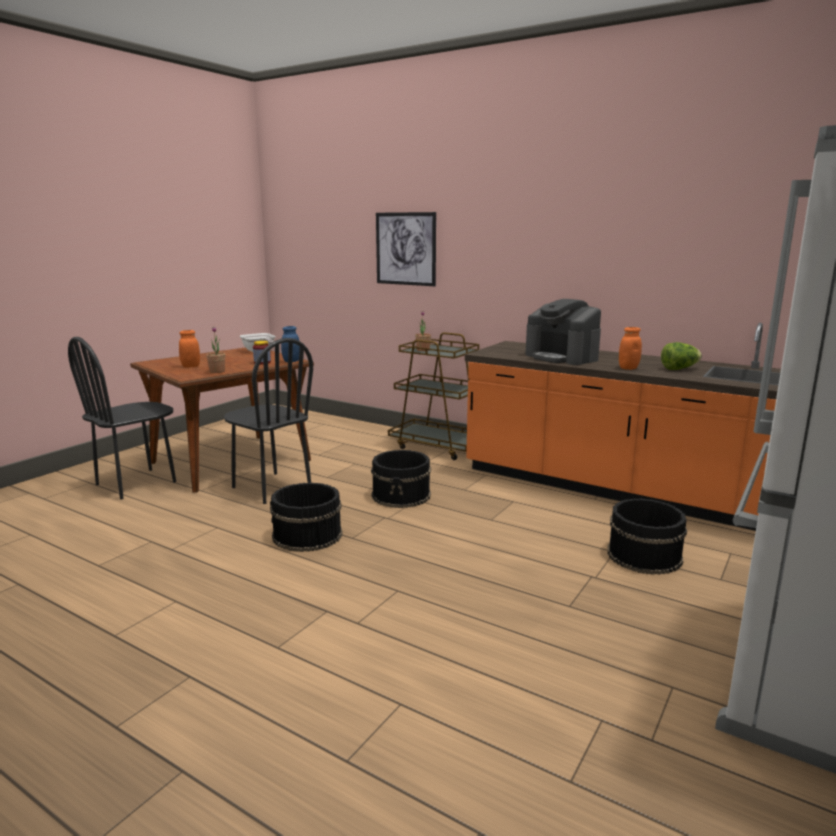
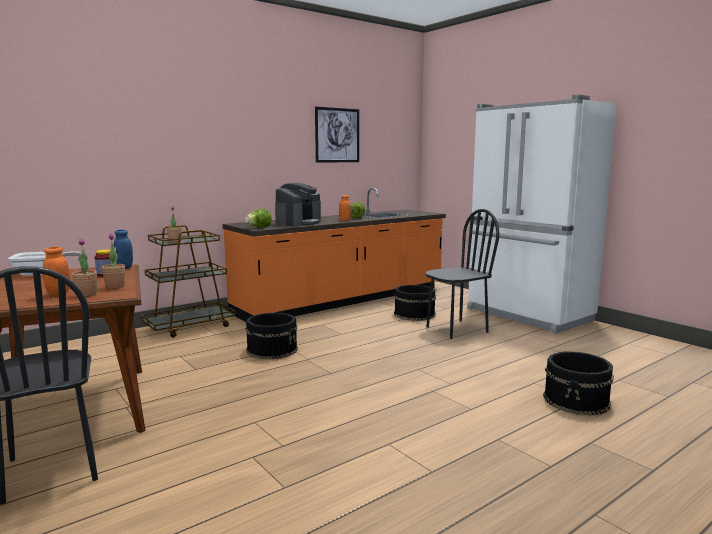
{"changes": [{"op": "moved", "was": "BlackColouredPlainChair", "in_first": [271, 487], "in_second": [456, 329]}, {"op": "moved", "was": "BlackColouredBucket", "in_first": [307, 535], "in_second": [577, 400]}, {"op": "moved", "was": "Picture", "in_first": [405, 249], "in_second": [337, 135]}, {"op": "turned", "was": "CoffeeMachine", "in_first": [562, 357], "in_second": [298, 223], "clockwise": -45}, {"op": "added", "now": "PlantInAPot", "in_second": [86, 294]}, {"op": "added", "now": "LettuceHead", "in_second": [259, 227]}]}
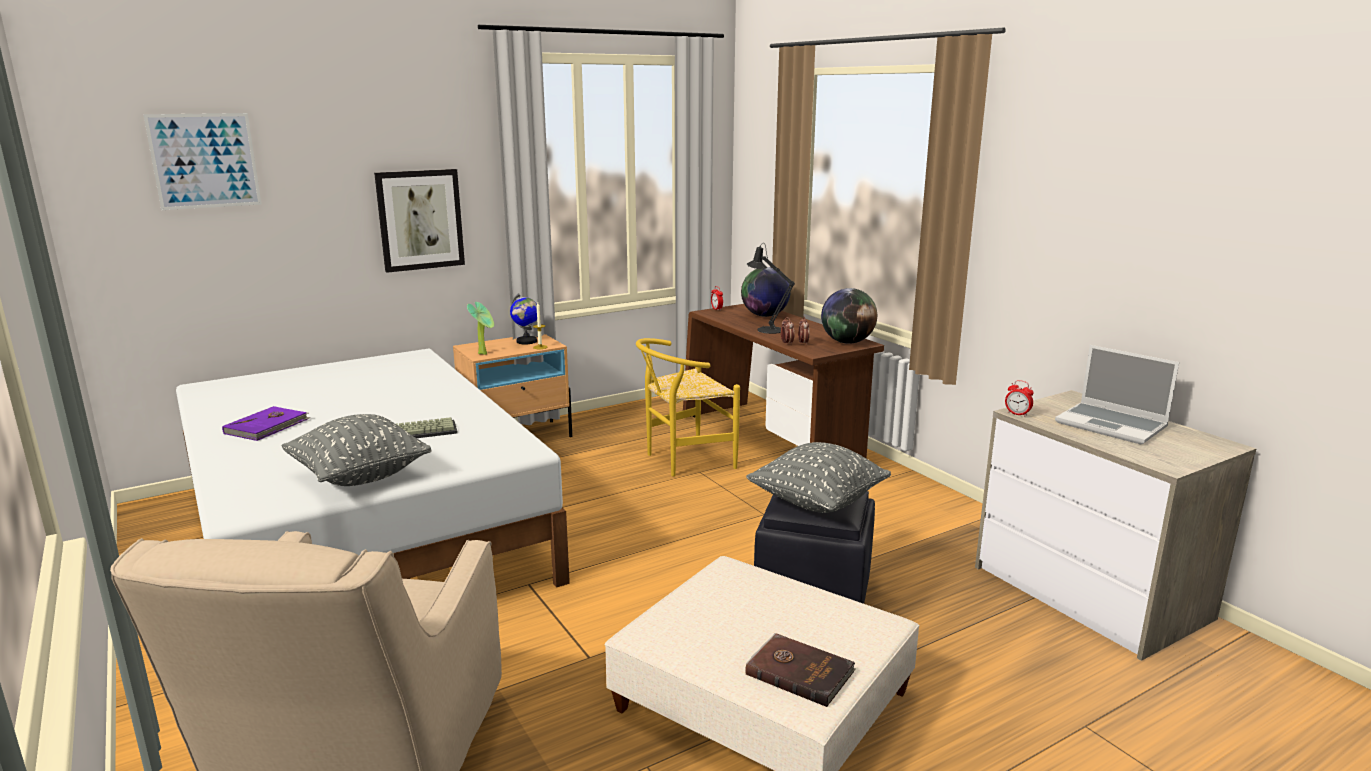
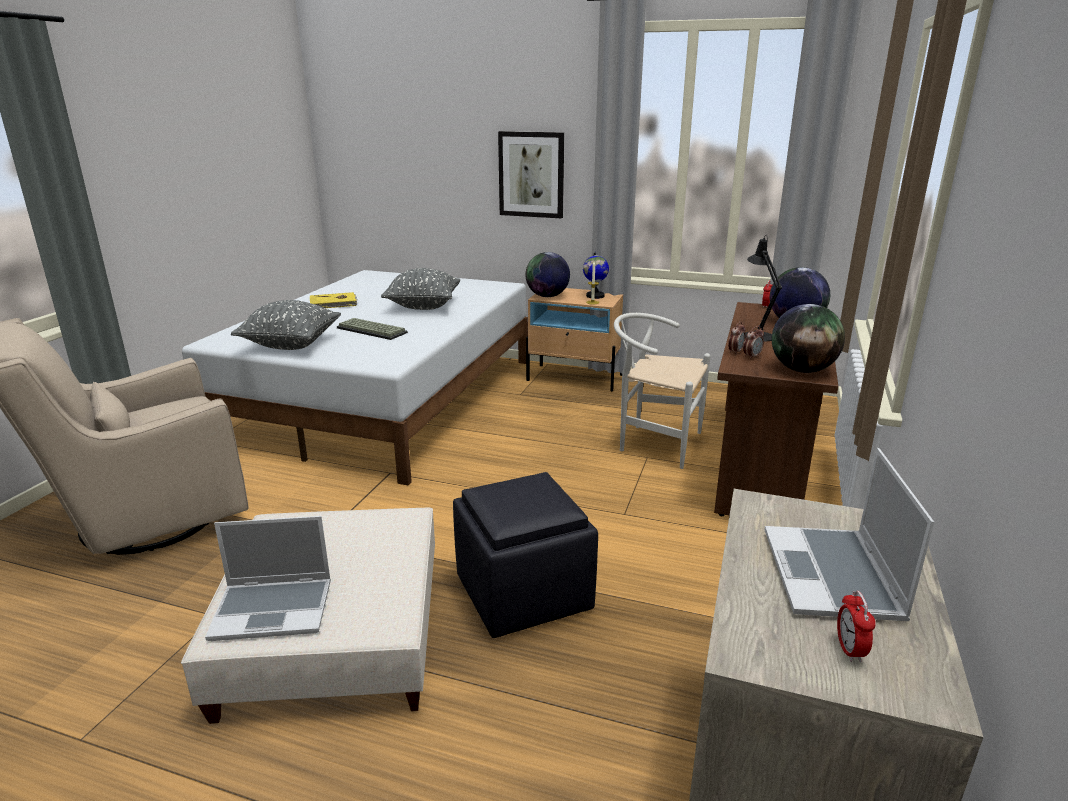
{"changes": [{"op": "removed", "was": "Picture", "in_first": [204, 161]}, {"op": "recoloured", "was": "PurpleColouredBoundBook", "now": "YellowishBoundBook", "in_first": [268, 426], "in_second": [333, 303]}, {"op": "replaced", "was": "PlantInAPot", "now": "DeskGlobe", "in_first": [484, 353], "in_second": [547, 296]}, {"op": "recoloured", "was": "YellowishPlainChair", "now": "WhiteColouredPlainChair", "in_first": [683, 460], "in_second": [653, 442]}, {"op": "moved", "was": "GreyishCushion", "in_first": [817, 502], "in_second": [423, 306]}, {"op": "replaced", "was": "BrownBoundBook", "now": "PortableComputer", "in_first": [799, 671], "in_second": [274, 609]}, {"op": "moved", "was": "BedsideClock", "in_first": [1017, 414], "in_second": [849, 650]}]}
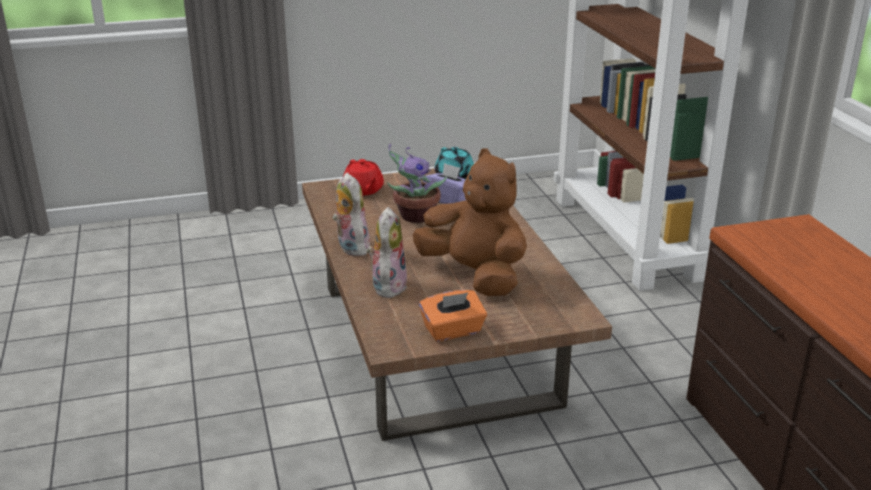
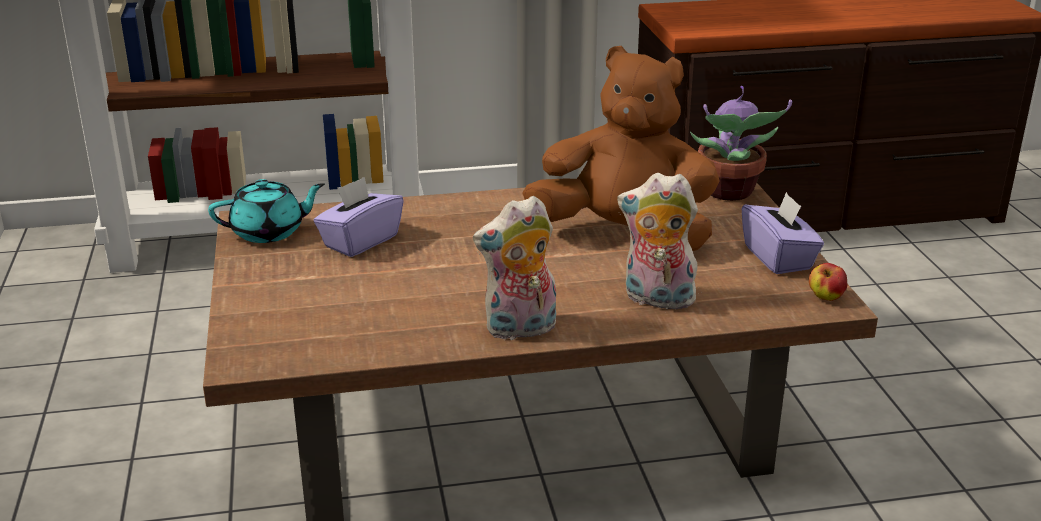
{"changes": [{"op": "removed", "was": "RedColouredTeaPot", "in_first": [363, 190]}, {"op": "moved", "was": "PlantInAPot", "in_first": [414, 216], "in_second": [729, 192]}, {"op": "turned", "was": "BrownSoftToy", "in_first": [474, 275], "in_second": [624, 236], "clockwise": 60}, {"op": "recoloured", "was": "OrangeyTissueBox", "now": "PurpleColouredTissueBox", "in_first": [453, 331], "in_second": [778, 258]}, {"op": "added", "now": "Apple", "in_second": [825, 298]}]}
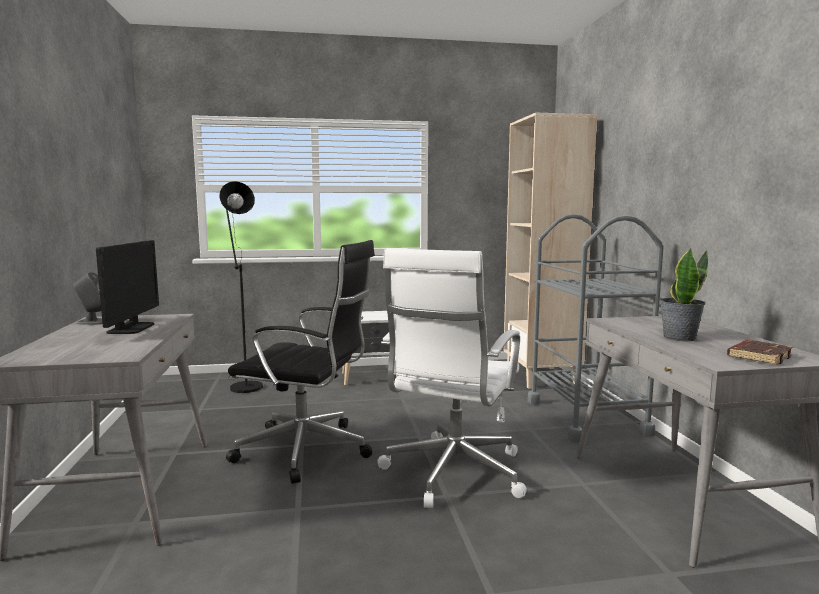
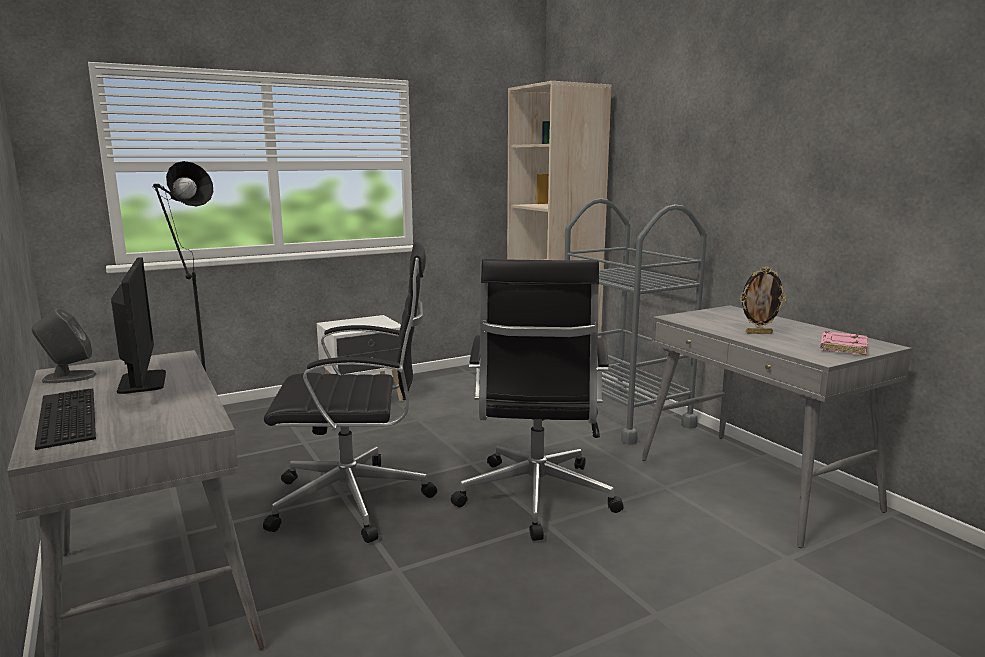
{"changes": [{"op": "recoloured", "was": "WhiteColouredOfficeChair", "now": "BlackColouredOfficeChair", "in_first": [452, 474], "in_second": [535, 499]}, {"op": "replaced", "was": "PlantInAPot", "now": "PictureFrame", "in_first": [679, 338], "in_second": [758, 333]}, {"op": "recoloured", "was": "BrownBoundBook", "now": "PinkBoundBook", "in_first": [758, 356], "in_second": [842, 347]}, {"op": "added", "now": "Keyboard", "in_second": [64, 416]}]}
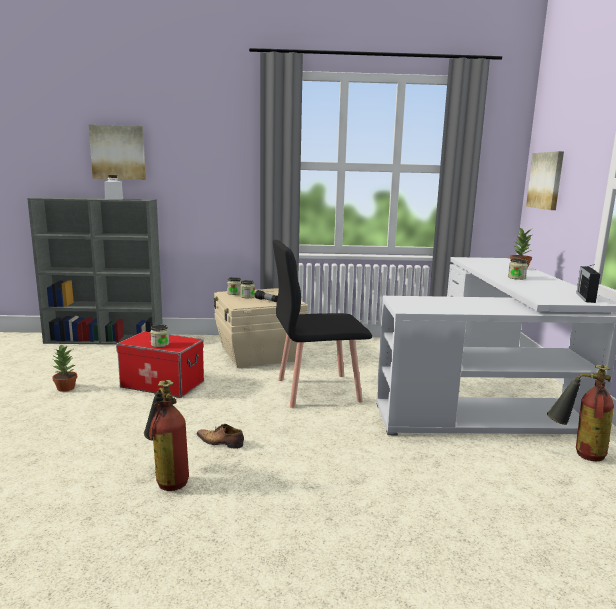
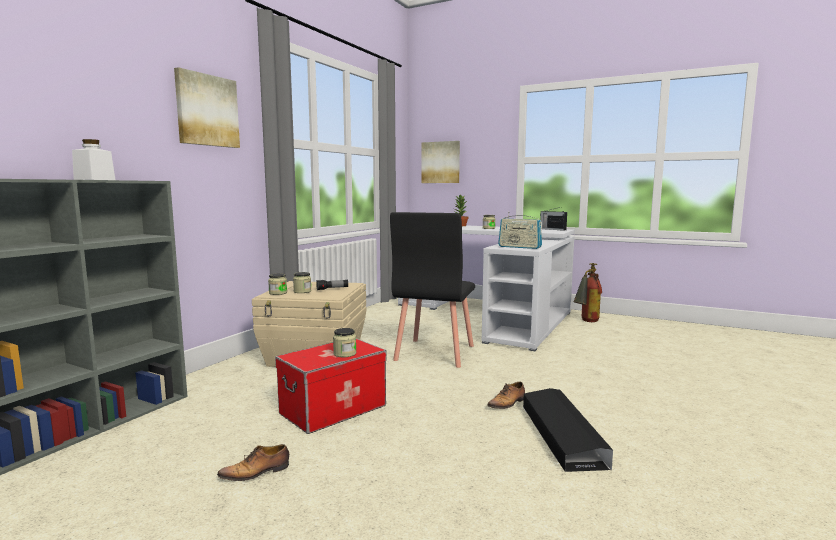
{"changes": [{"op": "replaced", "was": "PlantInAPot", "now": "LowShoe", "in_first": [65, 388], "in_second": [256, 473]}, {"op": "moved", "was": "Picture", "in_first": [118, 152], "in_second": [207, 110]}, {"op": "replaced", "was": "FireExtinguisher", "now": "BlackColouredStorageBin", "in_first": [167, 477], "in_second": [562, 434]}, {"op": "added", "now": "RadioReceiver", "in_second": [519, 247]}]}
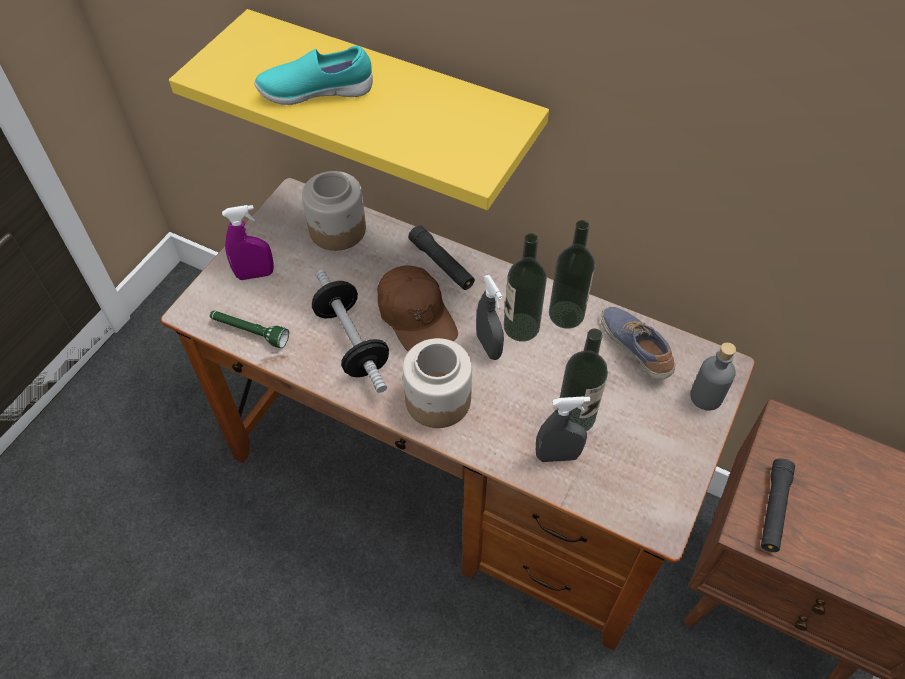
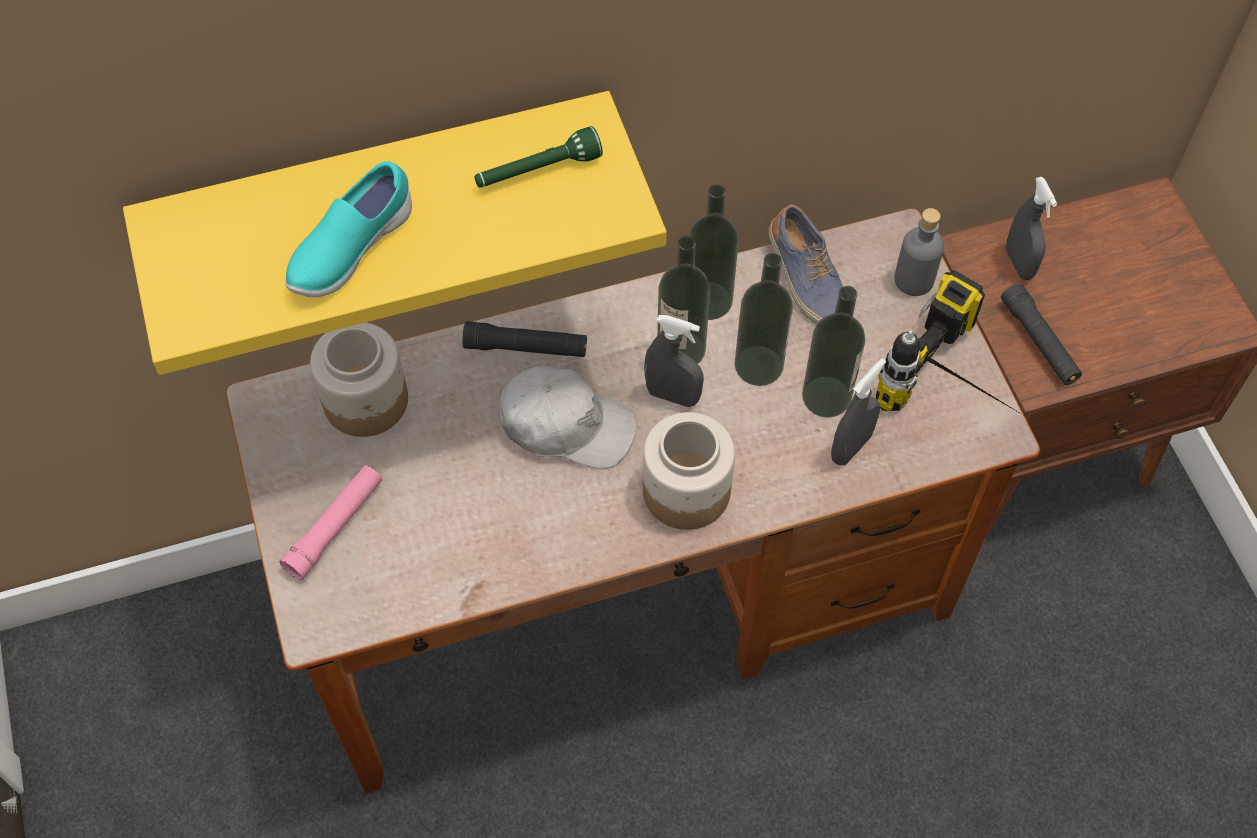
{"changes": [{"op": "moved", "was": "GreenishFlashlight", "in_first": [249, 332], "in_second": [537, 171]}, {"op": "replaced", "was": "PurpleColouredSprayer", "now": "PinkFlashlight", "in_first": [255, 274], "in_second": [335, 527]}, {"op": "removed", "was": "Dumbbell", "in_first": [352, 342]}, {"op": "recoloured", "was": "BrownCap", "now": "WhiteColouredCap", "in_first": [416, 316], "in_second": [566, 425]}, {"op": "turned", "was": "LowShoe", "in_first": [636, 348], "in_second": [806, 282], "clockwise": -135}, {"op": "added", "now": "Bottle", "in_second": [758, 365]}, {"op": "added", "now": "Drill", "in_second": [959, 391]}, {"op": "added", "now": "GreyishSprayer", "in_second": [1019, 263]}]}
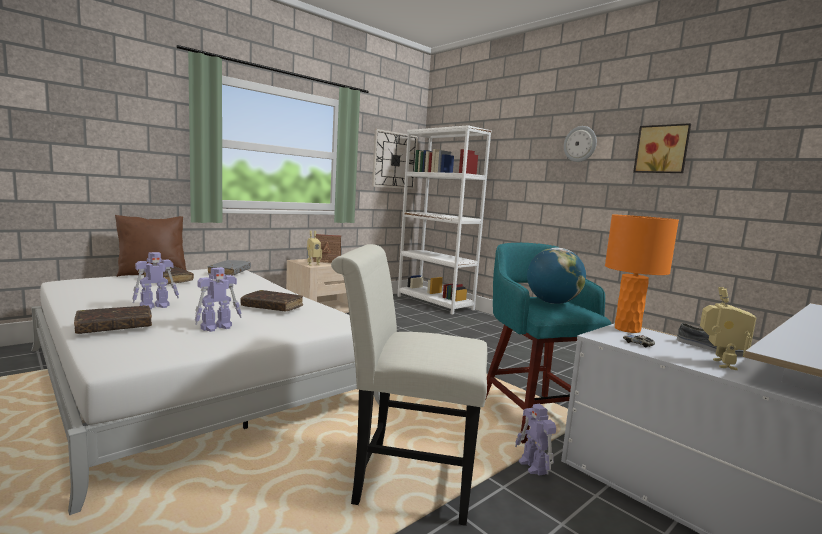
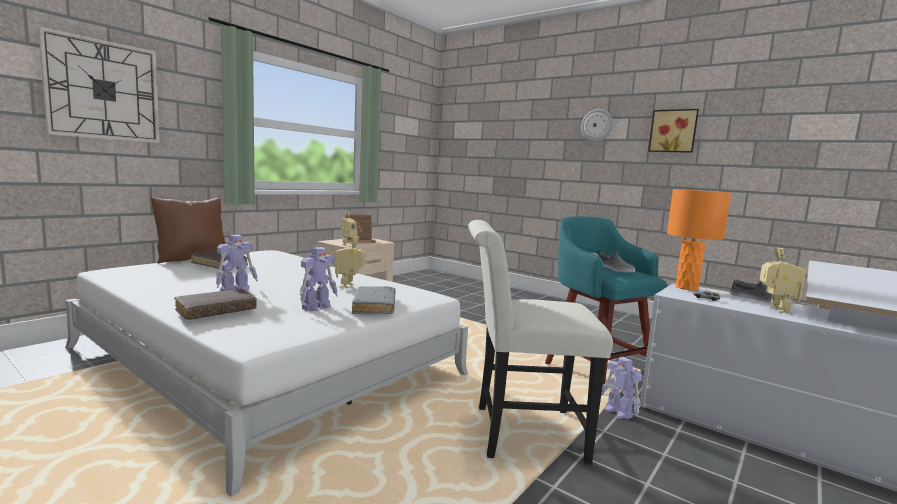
{"changes": [{"op": "moved", "was": "GreyishBoundBook", "in_first": [230, 272], "in_second": [374, 307]}, {"op": "replaced", "was": "BrownBoundBook", "now": "ModelRobot", "in_first": [272, 307], "in_second": [349, 286]}, {"op": "moved", "was": "HangingClock", "in_first": [394, 160], "in_second": [103, 90]}, {"op": "removed", "was": "WhiteColouredBookshelf", "in_first": [434, 303]}, {"op": "replaced", "was": "DeskGlobe", "now": "GreyishLowShoe", "in_first": [552, 303], "in_second": [614, 269]}]}
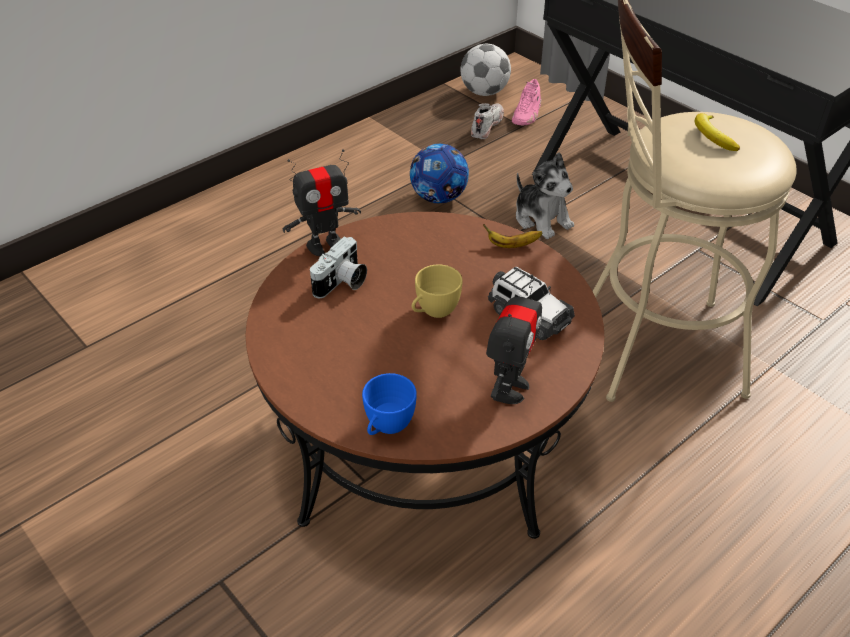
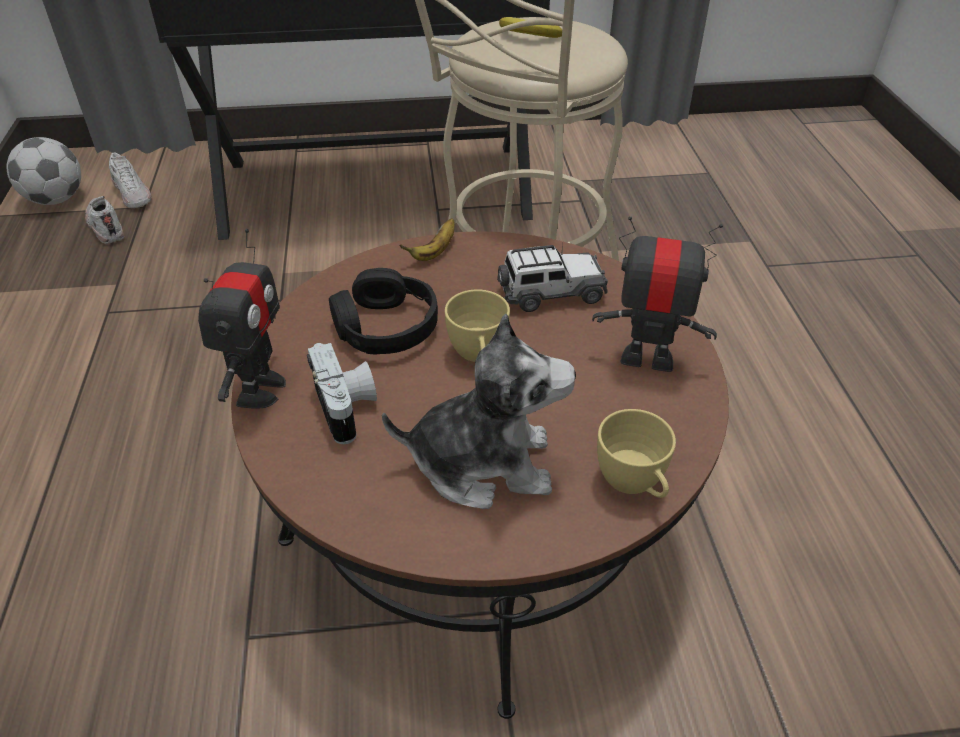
{"changes": [{"op": "recoloured", "was": "BluishSmallCup", "now": "YellowishSmallCup", "in_first": [387, 427], "in_second": [633, 484]}, {"op": "removed", "was": "FootballBall", "in_first": [439, 197]}, {"op": "turned", "was": "ModelRobot", "in_first": [509, 388], "in_second": [647, 358], "clockwise": -45}, {"op": "recoloured", "was": "PinkLowShoe", "now": "WhiteColouredLowShoe", "in_first": [527, 114], "in_second": [133, 194]}, {"op": "moved", "was": "SoftToy", "in_first": [542, 219], "in_second": [483, 463]}, {"op": "added", "now": "BlackColouredPairOfHeadphones", "in_second": [385, 327]}]}
